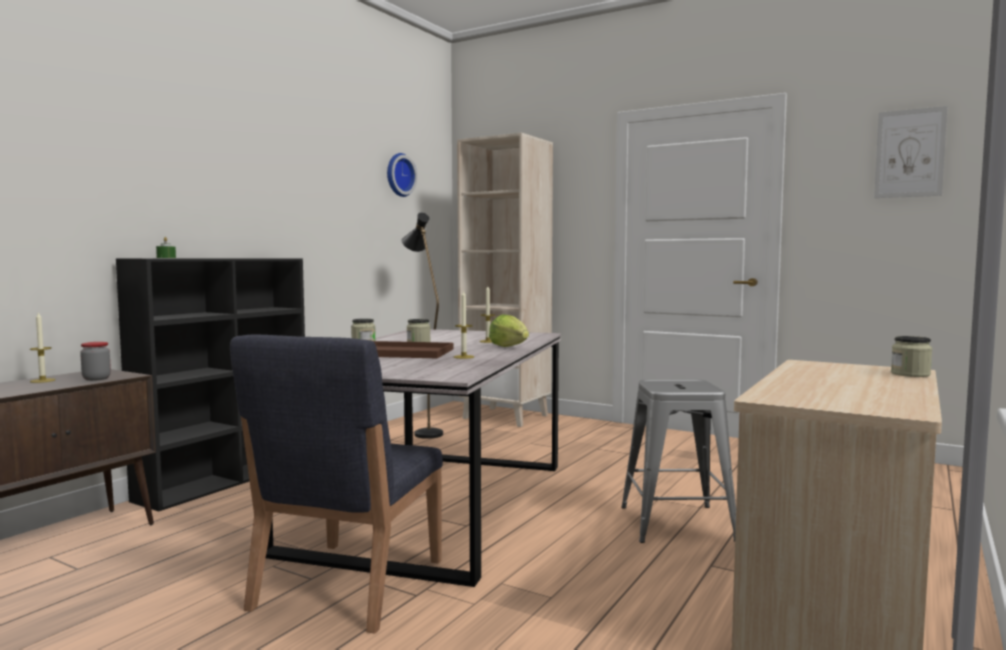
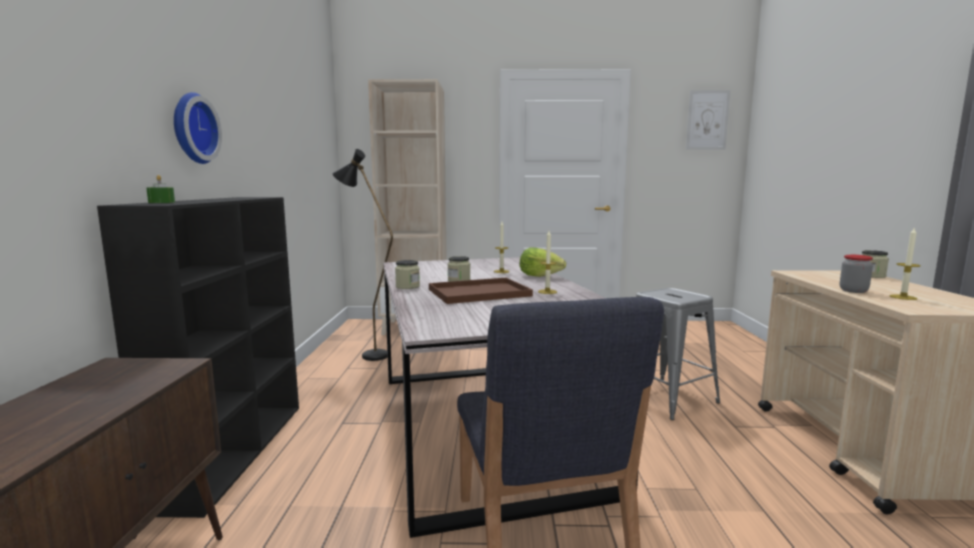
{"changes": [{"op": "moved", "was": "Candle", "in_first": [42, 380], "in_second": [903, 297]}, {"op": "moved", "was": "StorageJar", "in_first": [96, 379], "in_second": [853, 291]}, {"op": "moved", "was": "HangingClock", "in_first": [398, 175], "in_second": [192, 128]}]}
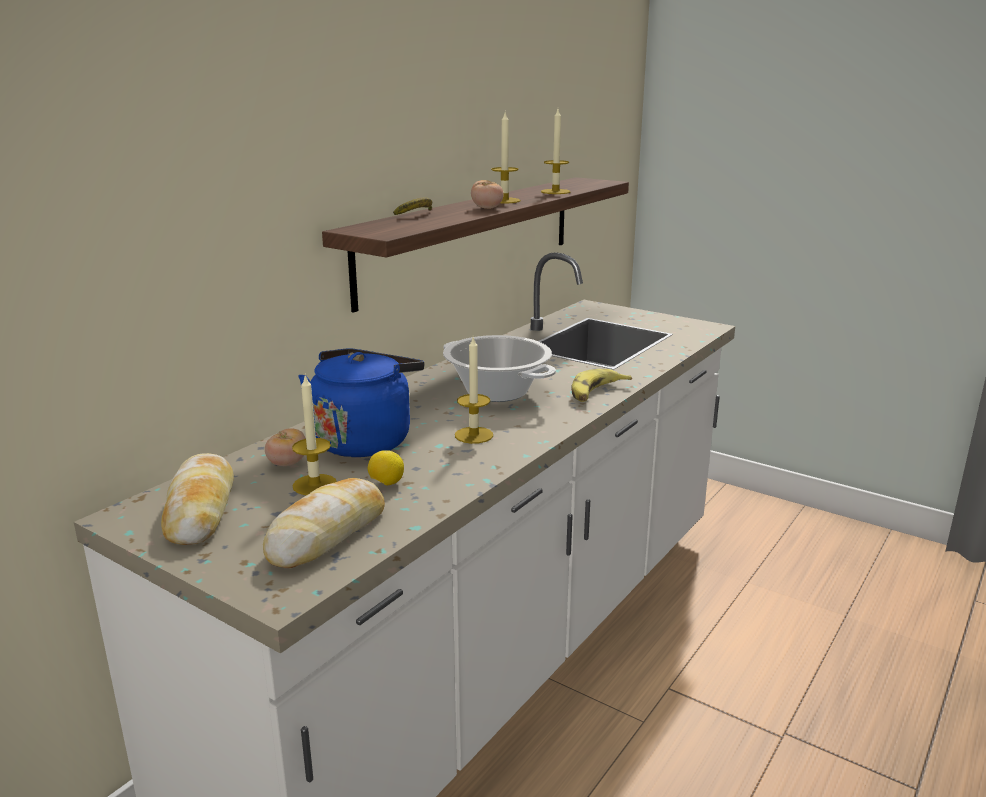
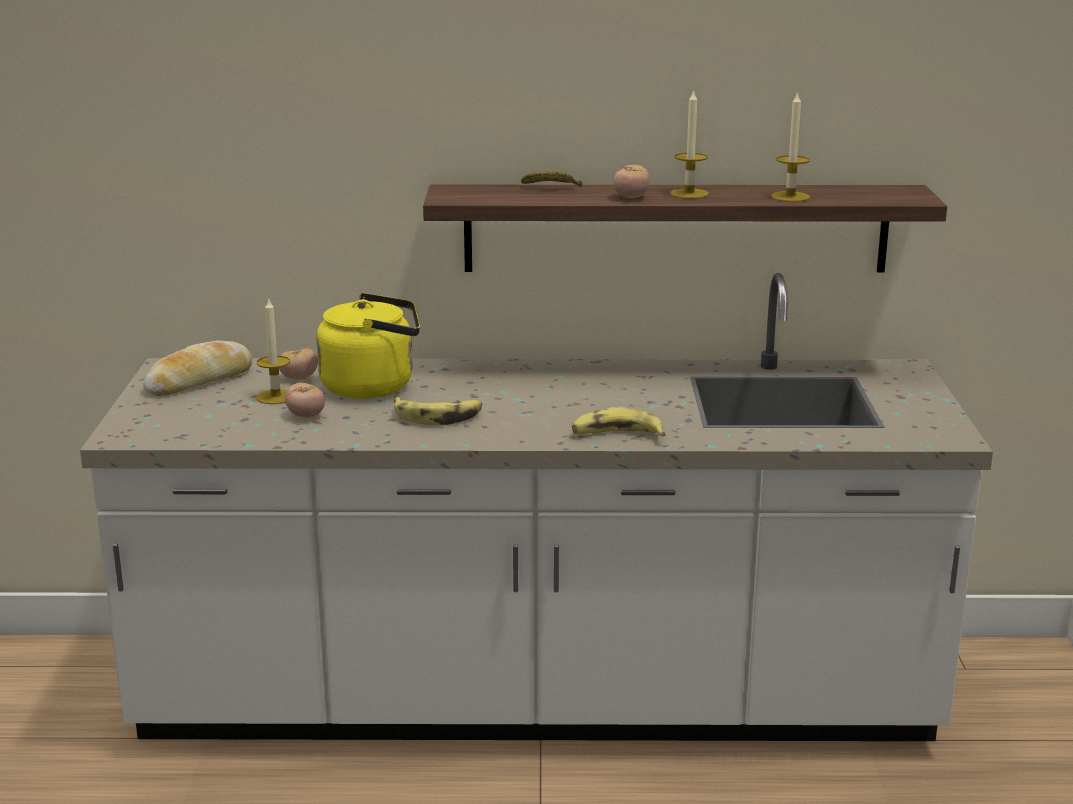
{"changes": [{"op": "removed", "was": "Bread", "in_first": [327, 534]}, {"op": "recoloured", "was": "BluishWaterKettle", "now": "YellowishWaterKettle", "in_first": [364, 440], "in_second": [374, 386]}, {"op": "replaced", "was": "WholeLemon", "now": "FreshTomato", "in_first": [386, 483], "in_second": [306, 416]}, {"op": "removed", "was": "CookingPot", "in_first": [497, 392]}, {"op": "replaced", "was": "Candle", "now": "WholeBanana", "in_first": [474, 435], "in_second": [438, 417]}]}
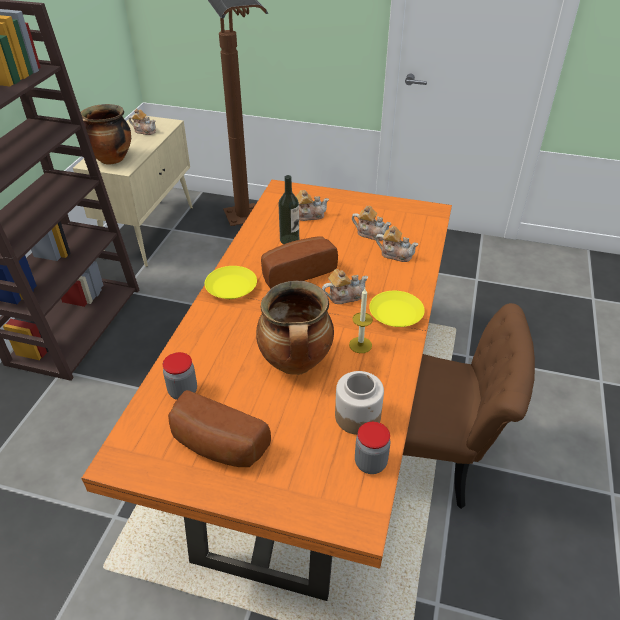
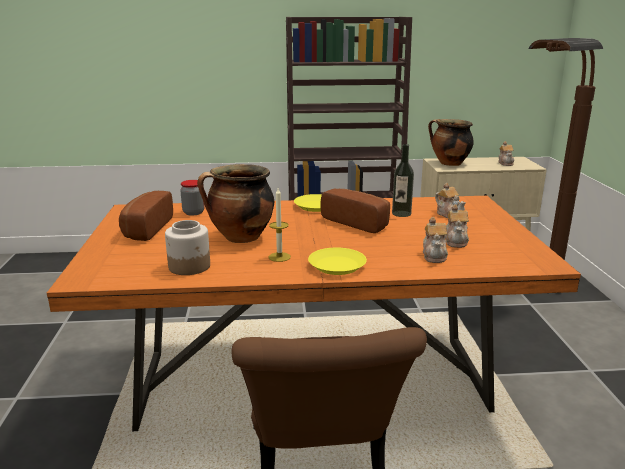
{"changes": [{"op": "removed", "was": "TeaPot", "in_first": [344, 296]}, {"op": "removed", "was": "StorageJar", "in_first": [370, 463]}]}
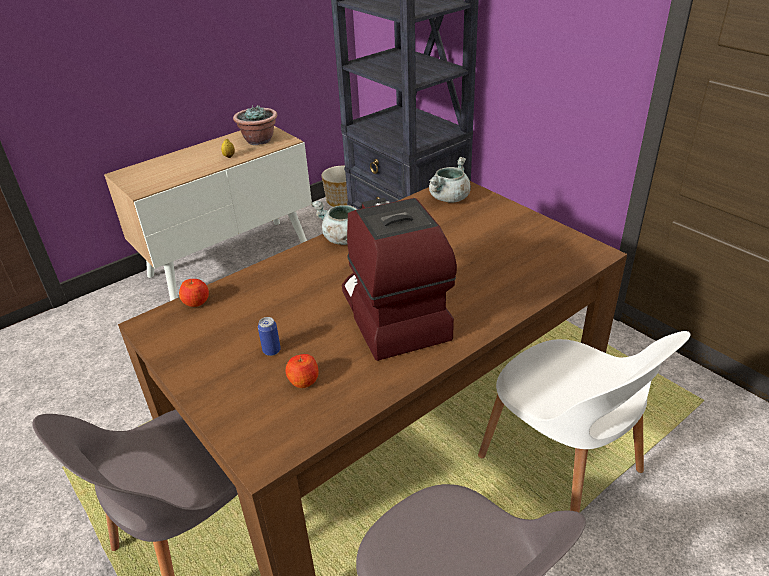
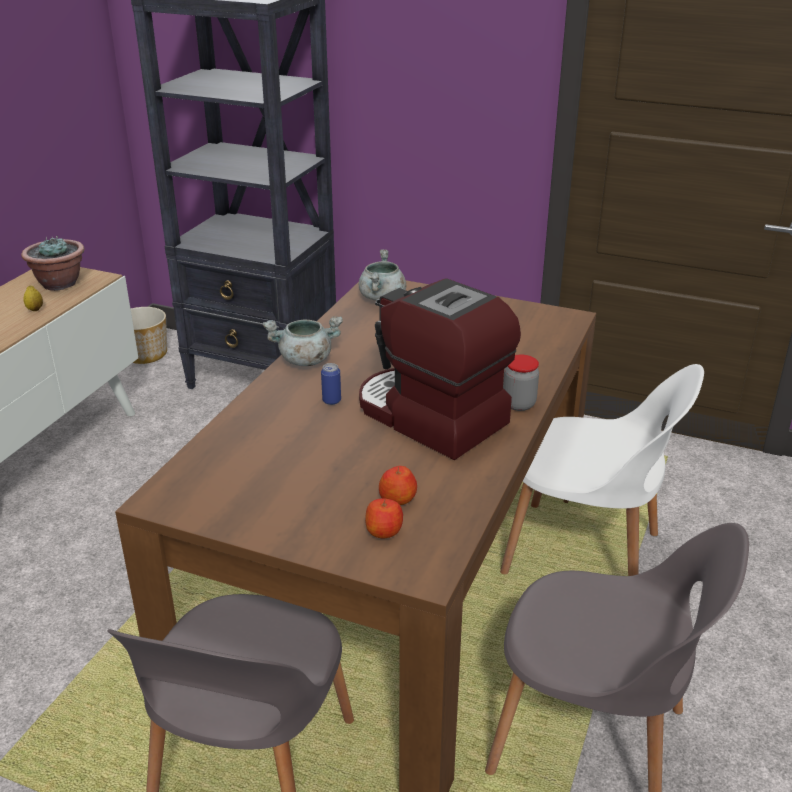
{"changes": [{"op": "moved", "was": "Apple", "in_first": [196, 302], "in_second": [384, 531]}, {"op": "moved", "was": "MetalCan", "in_first": [271, 350], "in_second": [331, 401]}, {"op": "added", "now": "StorageJar", "in_second": [519, 404]}]}
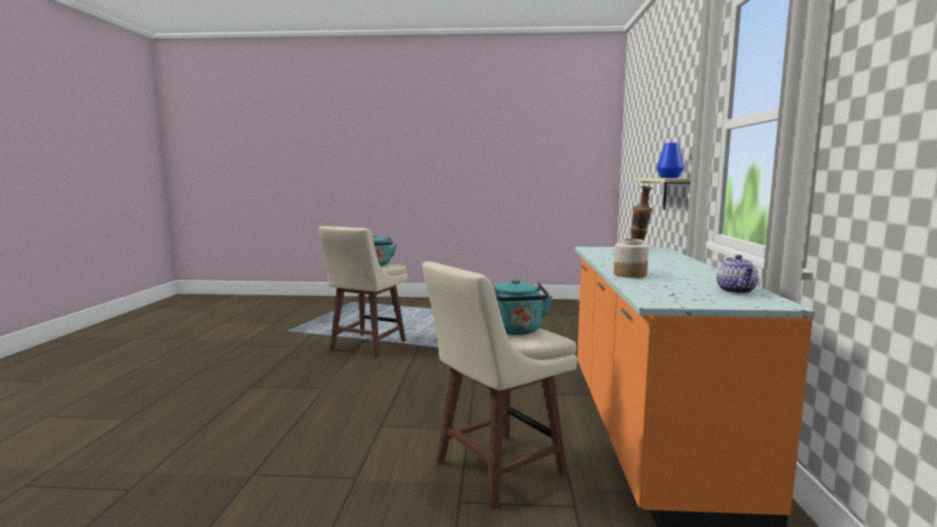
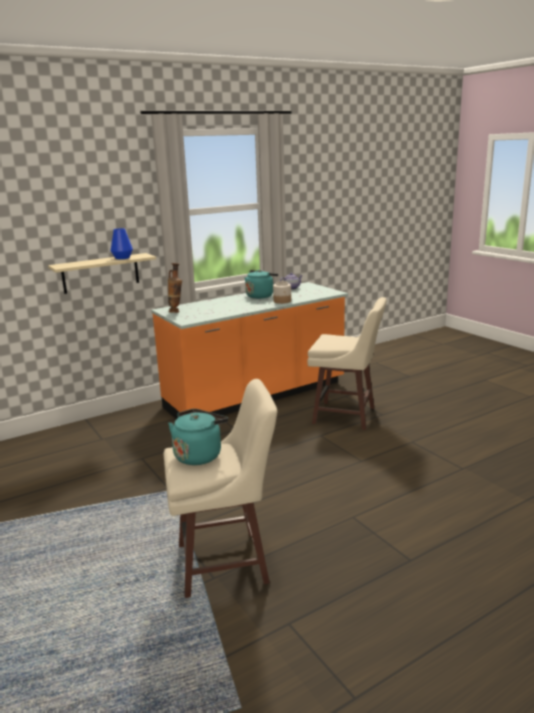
{"changes": [{"op": "moved", "was": "BlueGreenWaterKettle", "in_first": [516, 331], "in_second": [260, 296]}]}
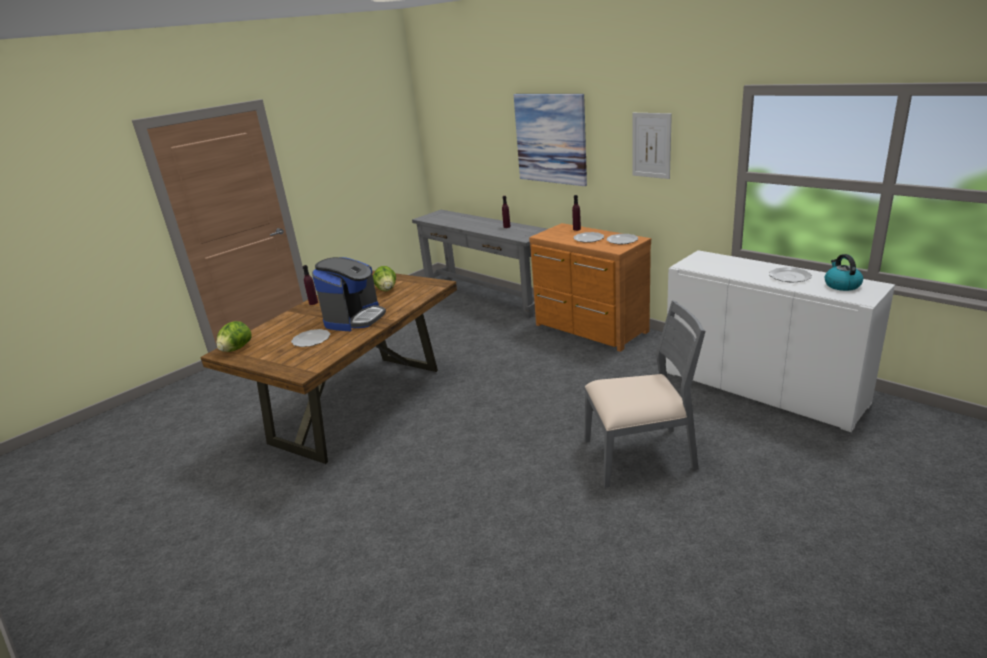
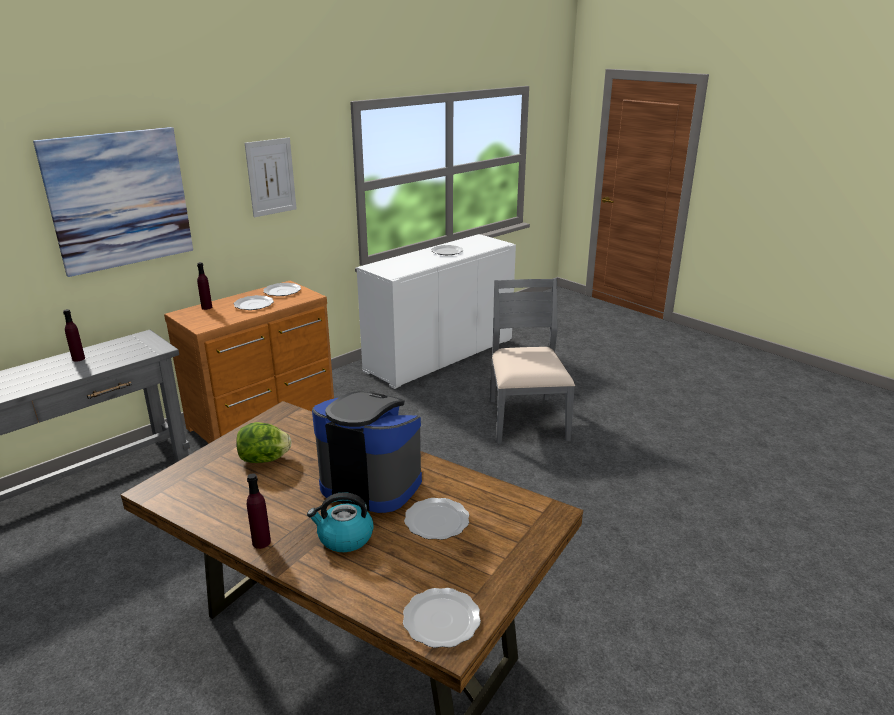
{"changes": [{"op": "replaced", "was": "LettuceHead", "now": "Plate", "in_first": [236, 349], "in_second": [441, 619]}, {"op": "moved", "was": "WaterKettle", "in_first": [841, 285], "in_second": [344, 538]}]}
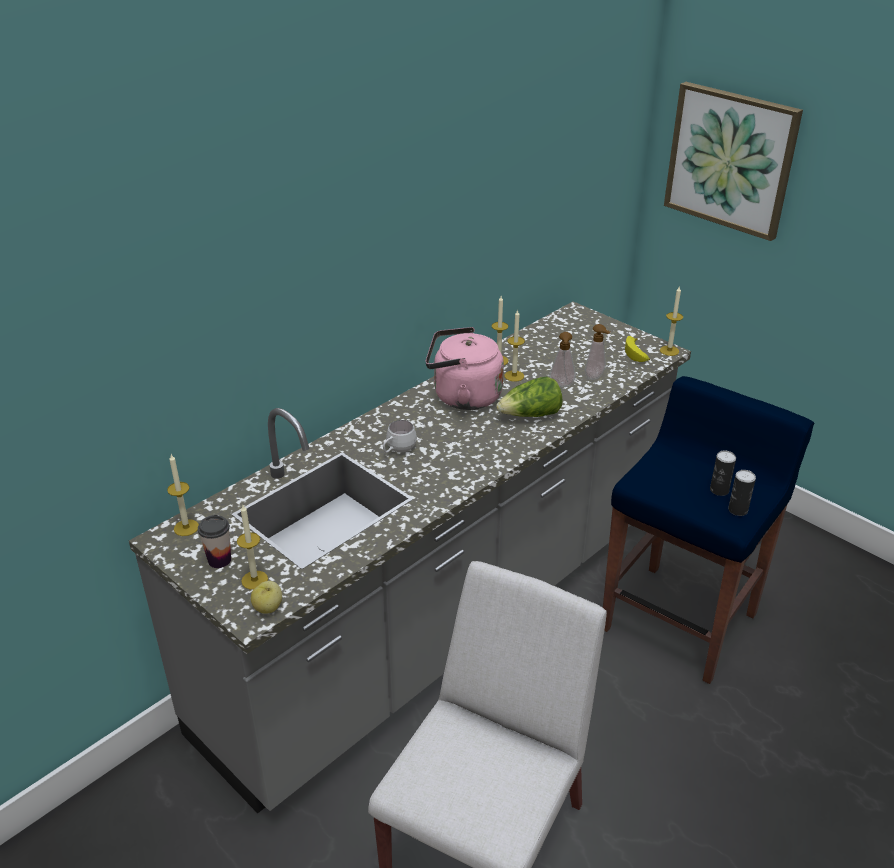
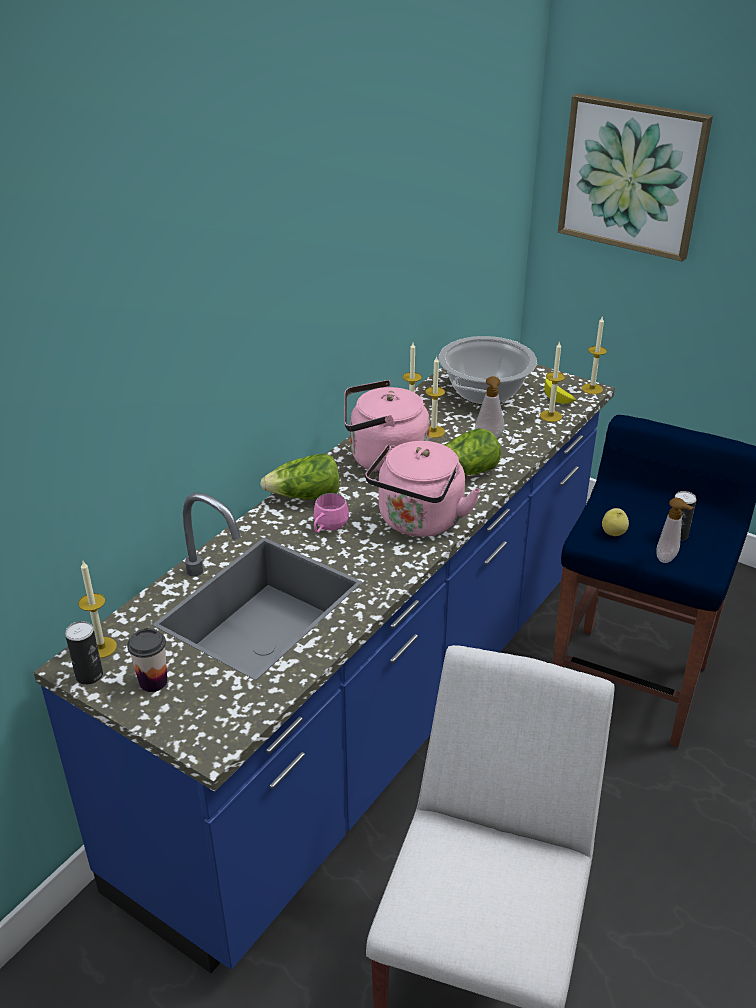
{"changes": [{"op": "recoloured", "was": "GreyishCounter", "now": "BluishCounter", "in_first": [447, 619], "in_second": [378, 714]}, {"op": "moved", "was": "Candle", "in_first": [254, 580], "in_second": [550, 416]}, {"op": "moved", "was": "Apple", "in_first": [268, 608], "in_second": [614, 532]}, {"op": "recoloured", "was": "WhiteColouredTeaMug", "now": "PinkTeaMug", "in_first": [398, 450], "in_second": [328, 528]}, {"op": "moved", "was": "SoapBottle", "in_first": [596, 377], "in_second": [668, 558]}, {"op": "moved", "was": "MetalCan", "in_first": [738, 510], "in_second": [89, 675]}, {"op": "added", "now": "LettuceHead", "in_second": [305, 497]}, {"op": "added", "now": "PinkWaterKettle", "in_second": [419, 522]}, {"op": "added", "now": "CookingPot", "in_second": [485, 392]}]}
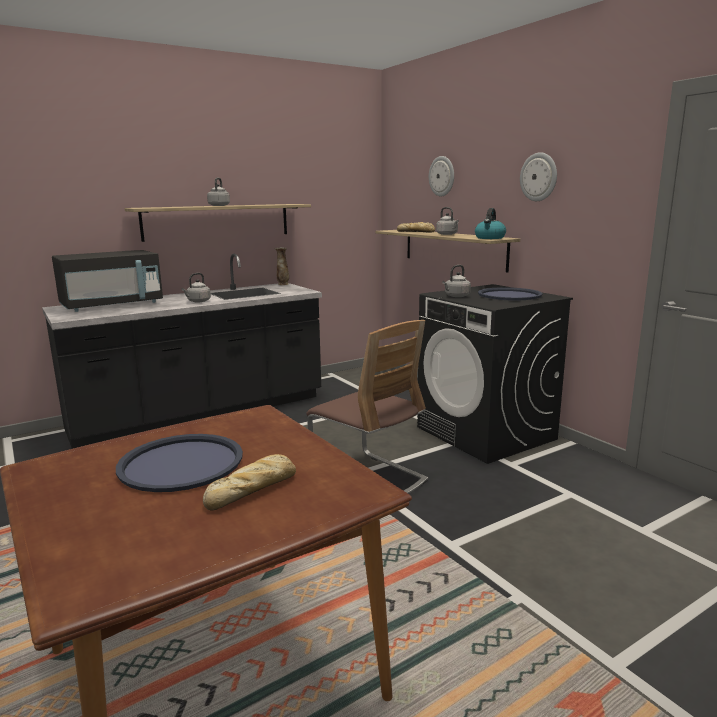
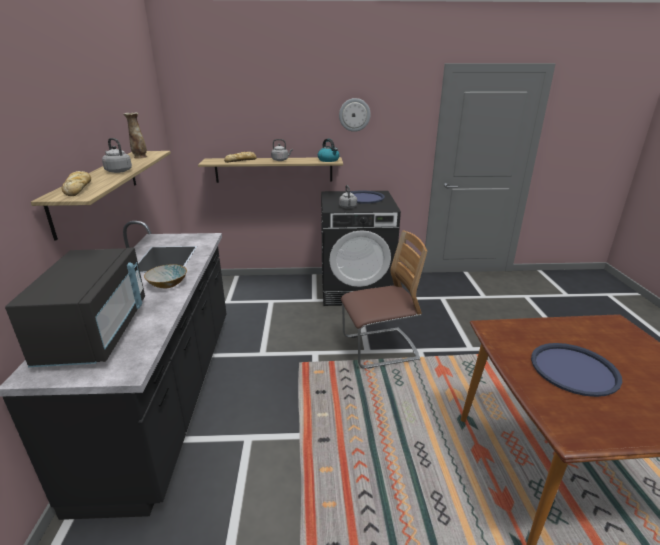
{"changes": [{"op": "replaced", "was": "GreyishWaterKettle", "now": "Bowl", "in_first": [198, 301], "in_second": [168, 284]}, {"op": "moved", "was": "Bread", "in_first": [253, 489], "in_second": [78, 188]}, {"op": "moved", "was": "Vase", "in_first": [283, 284], "in_second": [140, 157]}, {"op": "removed", "was": "HangingClock", "in_first": [442, 176]}]}
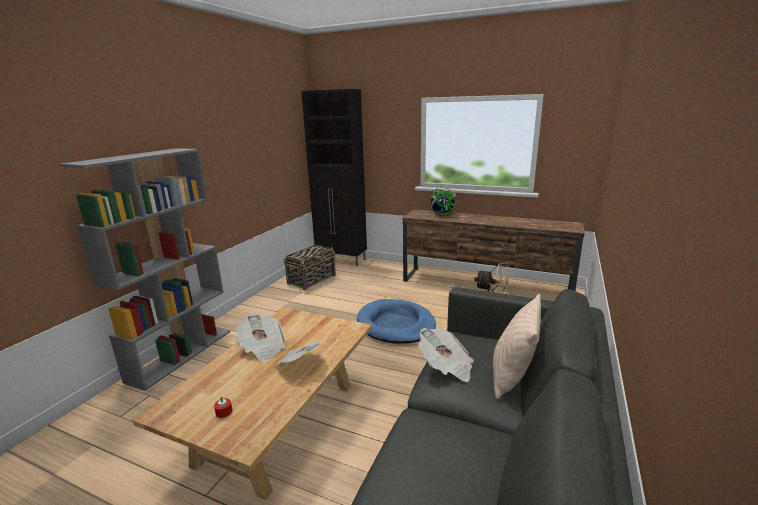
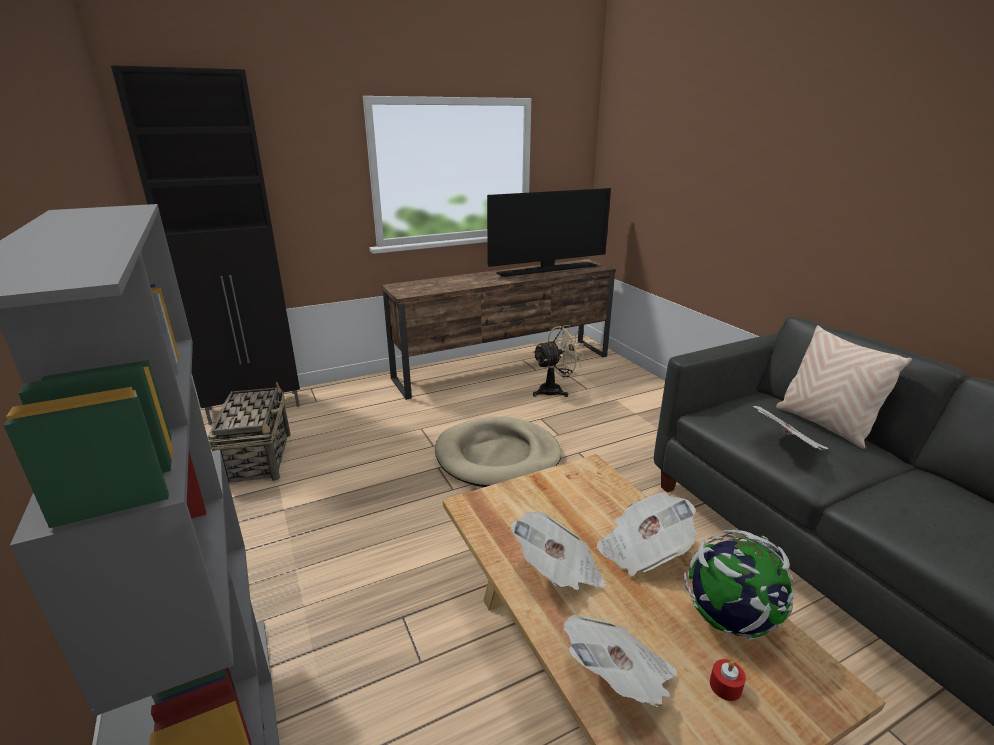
{"changes": [{"op": "recoloured", "was": "BluishDogCushion", "now": "BeigeColouredDogCushion", "in_first": [396, 324], "in_second": [498, 456]}, {"op": "moved", "was": "DeskGlobe", "in_first": [442, 214], "in_second": [729, 620]}, {"op": "added", "now": "TvSet", "in_second": [547, 270]}, {"op": "added", "now": "PrintedPaper", "in_second": [619, 678]}]}
